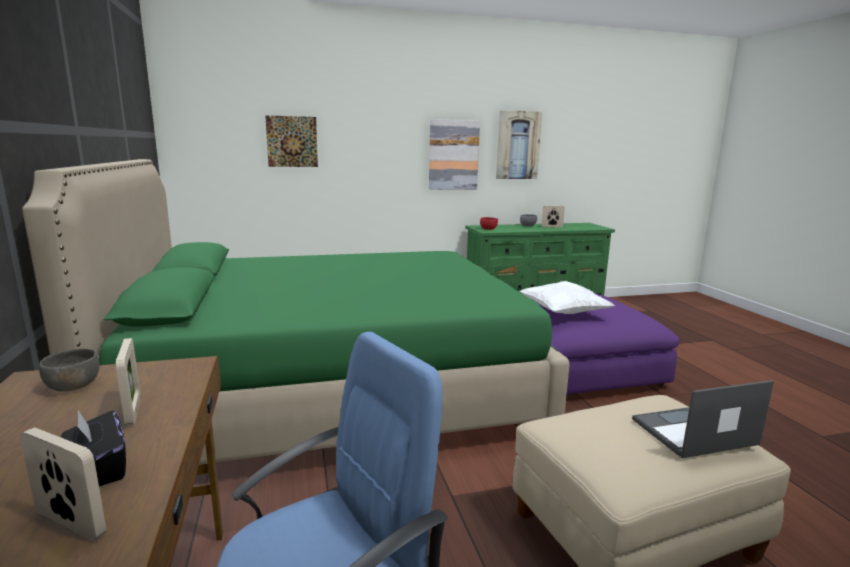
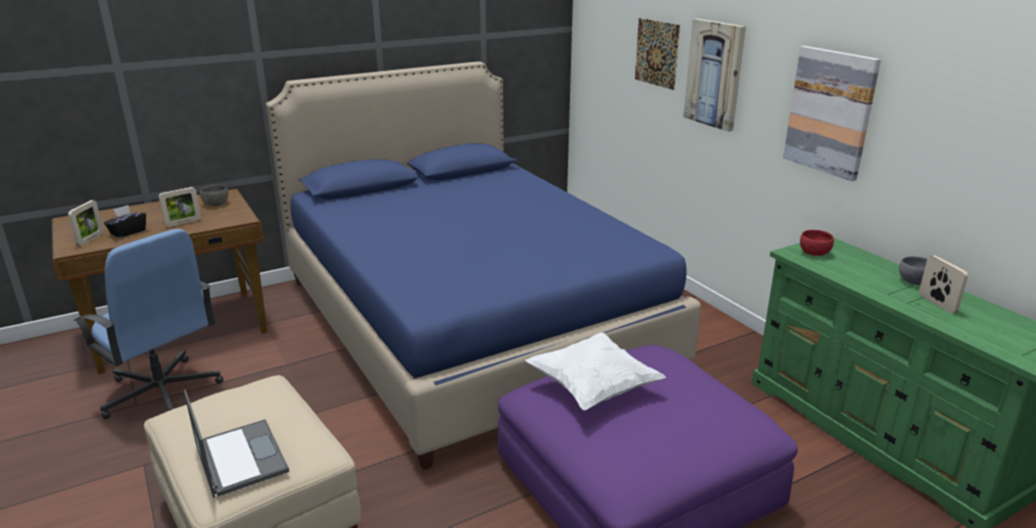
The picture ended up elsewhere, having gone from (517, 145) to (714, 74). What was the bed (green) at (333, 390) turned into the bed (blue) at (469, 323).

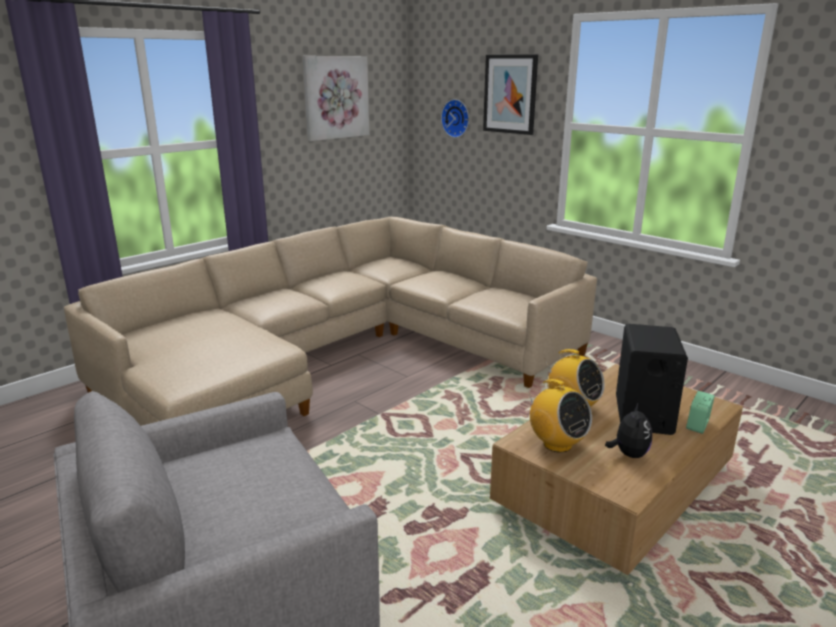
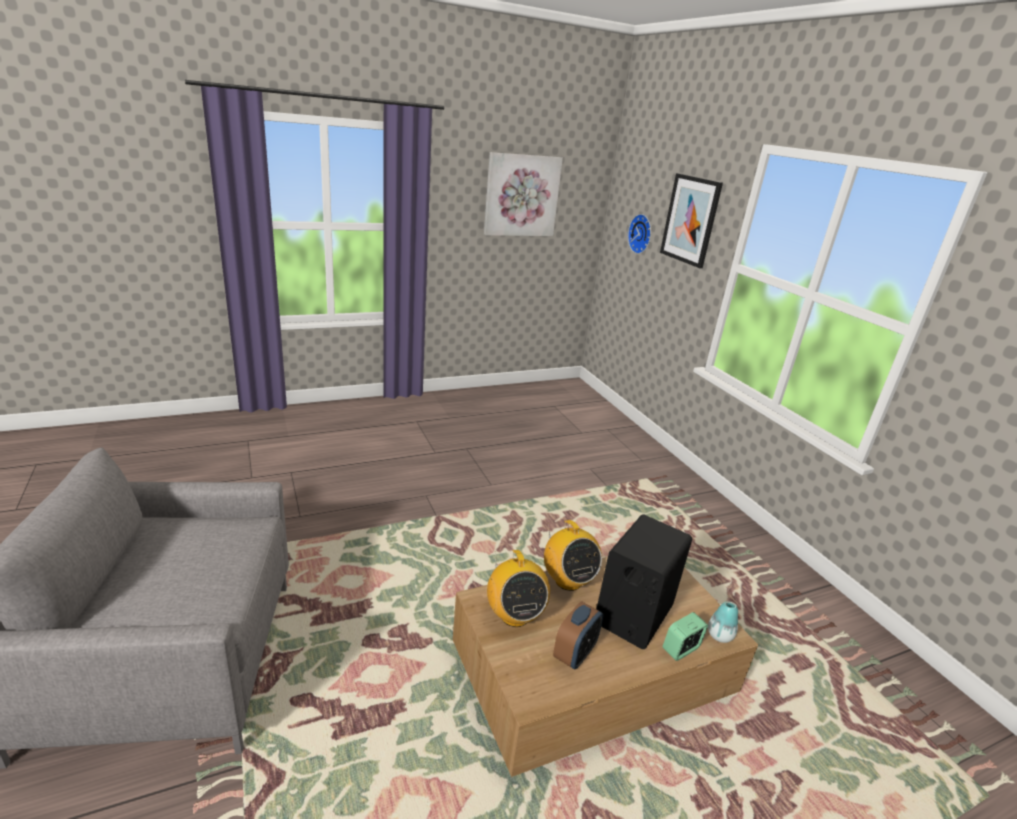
The second view lost the sofa (beige) at (342, 354). Where the plush toy stood at (628, 454), the alarm clock came to stand at (574, 654). The second view gained the vase at (719, 635).

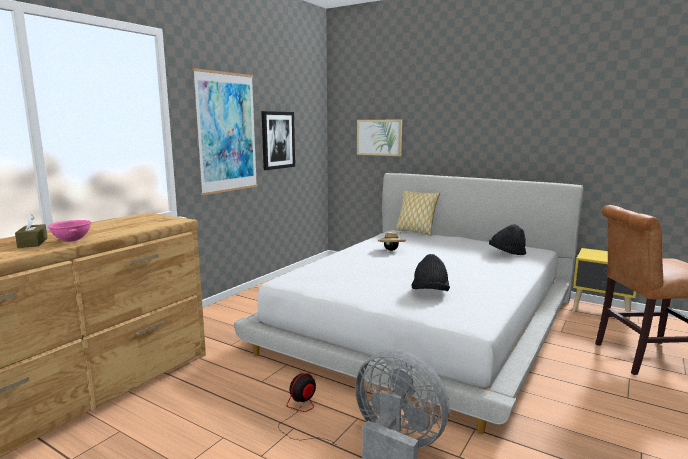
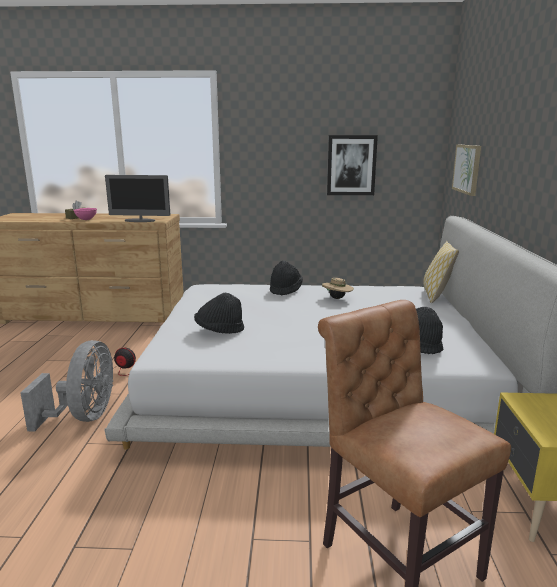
The second view lost the picture at (227, 132). The second view gained the monitor at (140, 221). The second view gained the hat (black) at (285, 290).

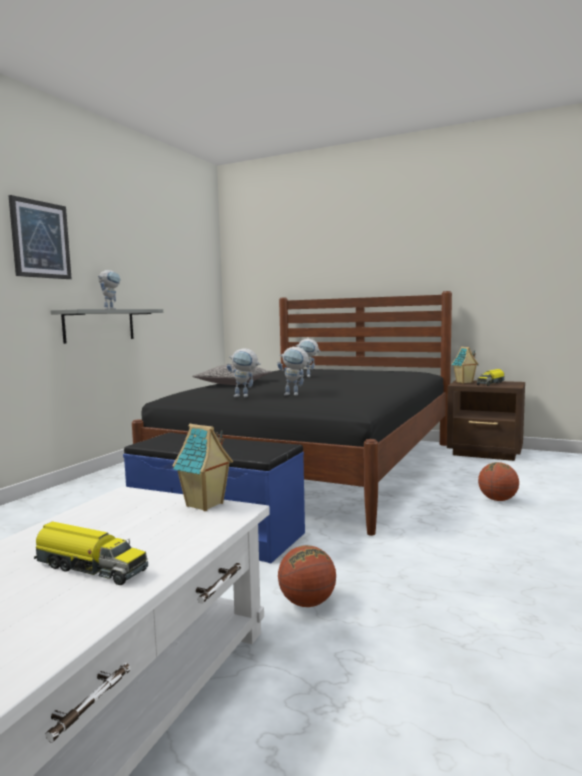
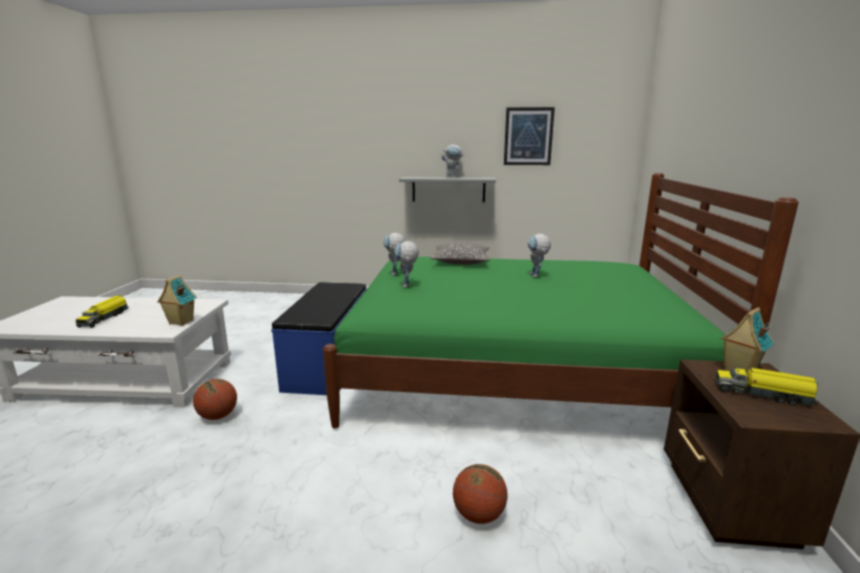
The picture ended up elsewhere, having gone from (40, 240) to (528, 136). What was the bed (black) at (315, 467) turned into the bed (green) at (513, 372).

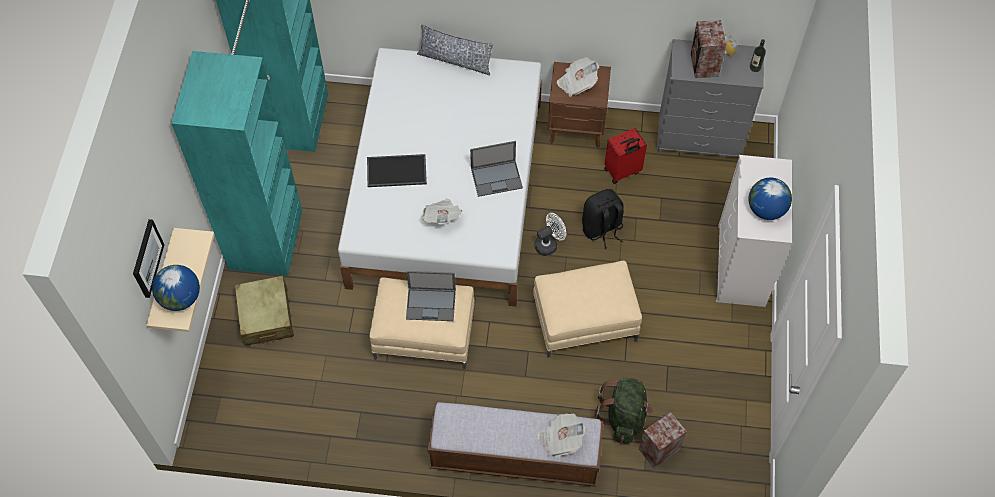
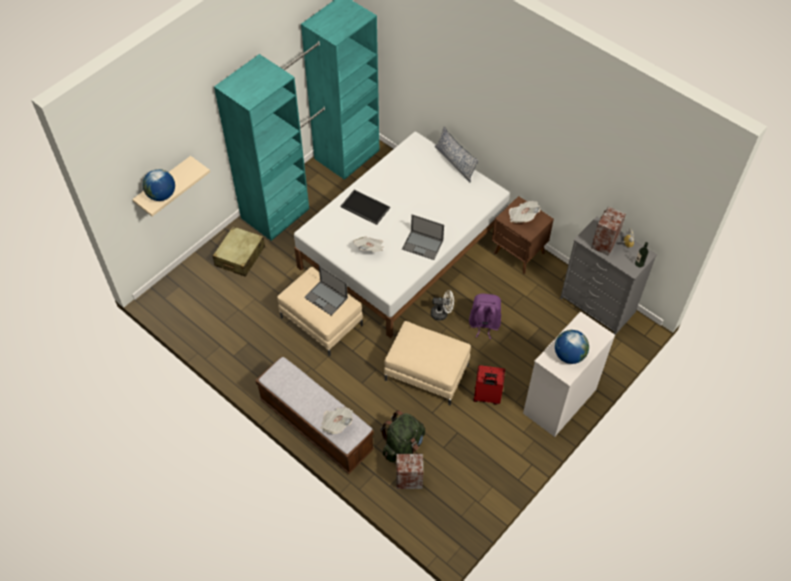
The suitcase (red) ended up elsewhere, having gone from (622, 171) to (486, 397). What was the backpack (black) at (602, 229) turned into the backpack (purple) at (484, 324). The second view lost the picture at (147, 258).

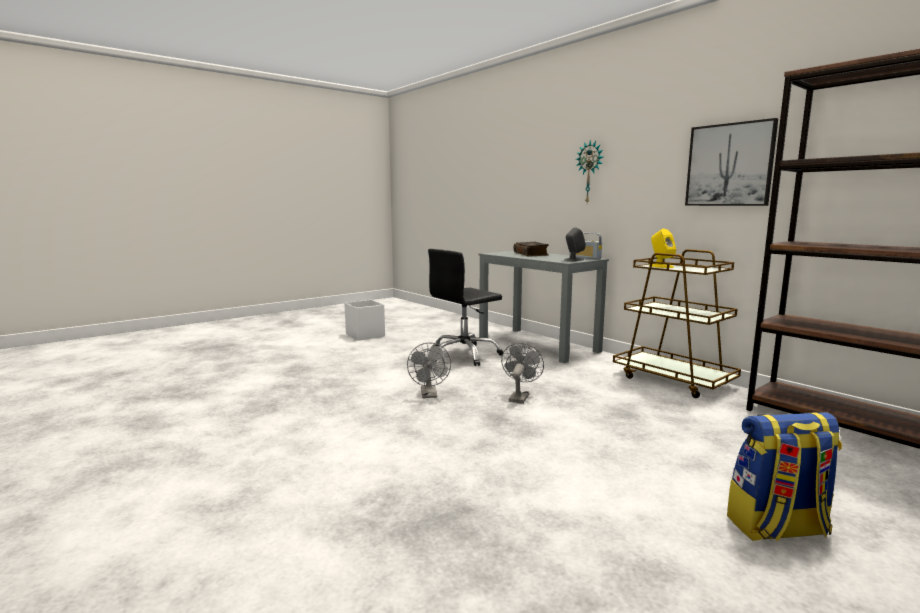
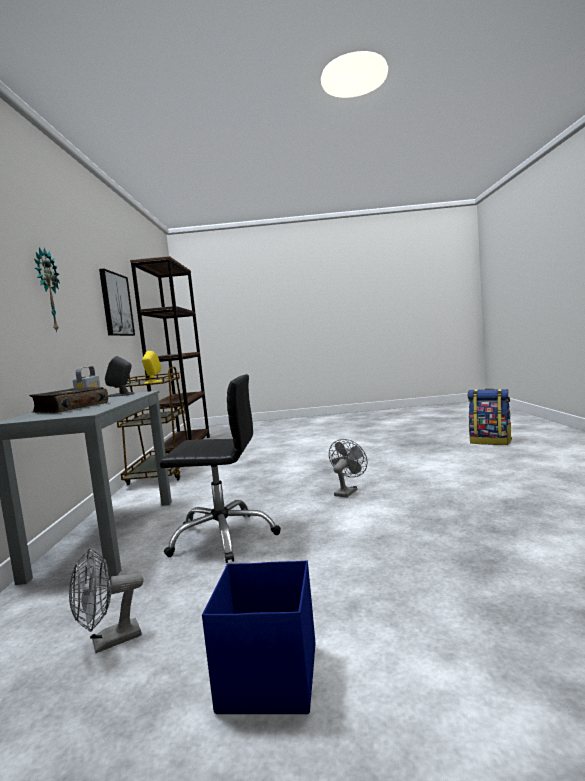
What was the storage box (white) at (365, 335) turned into the storage box (blue) at (268, 679). The fan (grey) ended up elsewhere, having gone from (519, 397) to (108, 642). The backpack ended up elsewhere, having gone from (777, 528) to (491, 442).

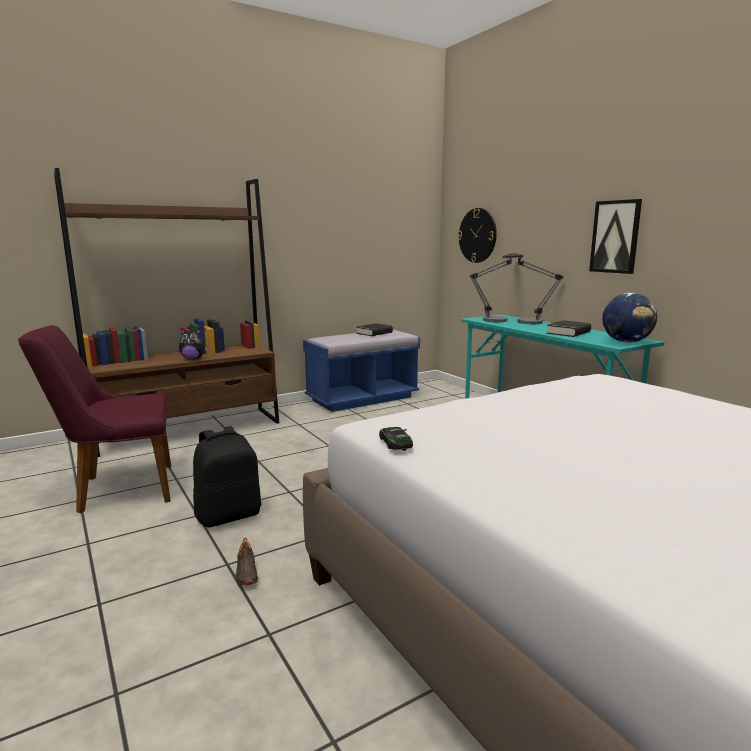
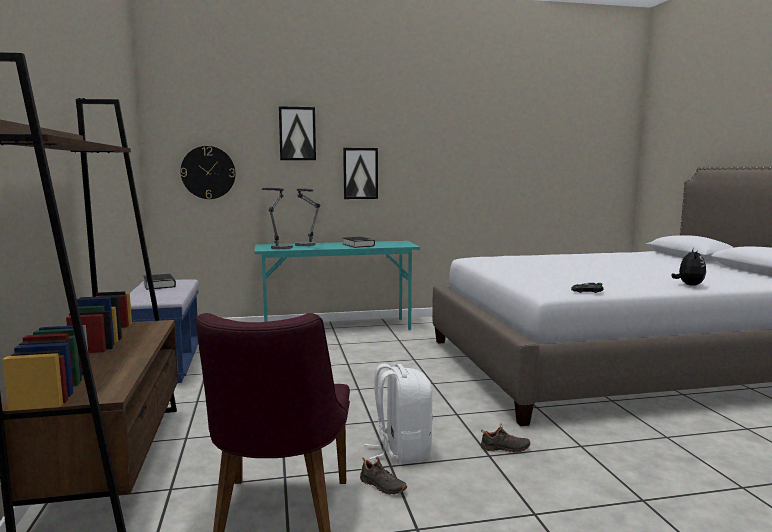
The second view lost the globe at (626, 342). The plush toy ended up elsewhere, having gone from (193, 359) to (689, 285). What was the backpack (black) at (229, 515) turned into the backpack (white) at (402, 451). The second view gained the picture at (297, 133). The second view gained the shoe (black) at (382, 486).

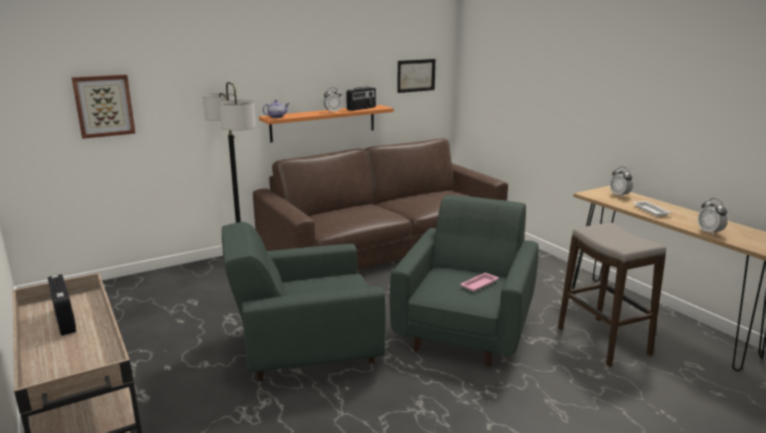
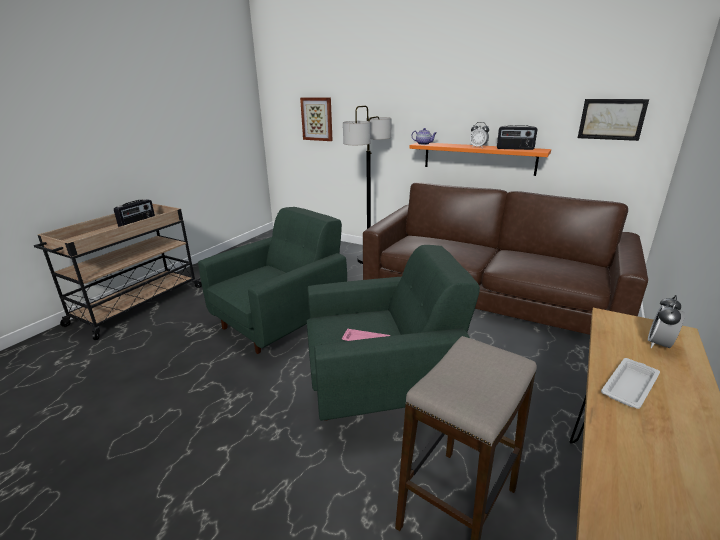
The second view lost the alarm clock at (709, 232). The armchair (green) at (305, 350) ended up facing another way, 90 degrees clockwise from before.

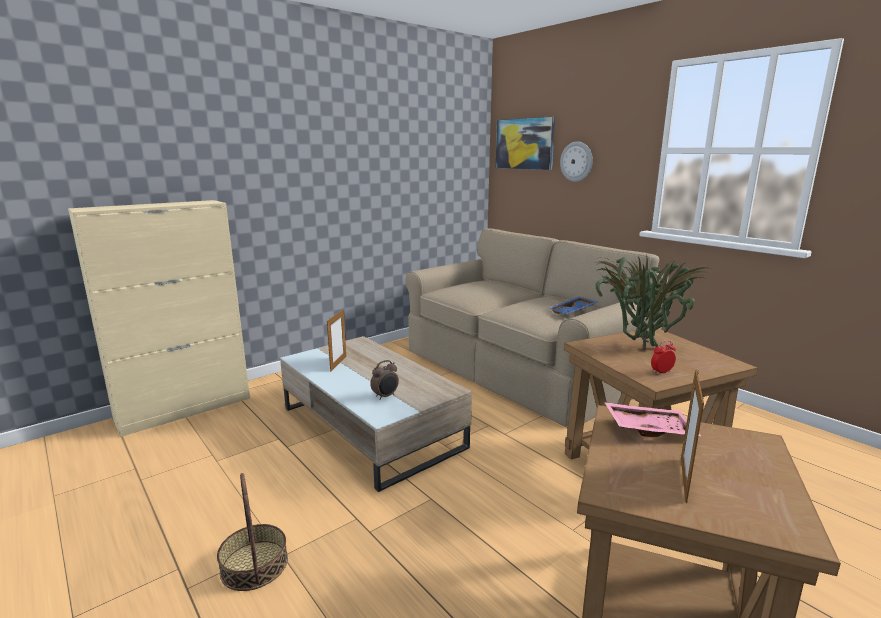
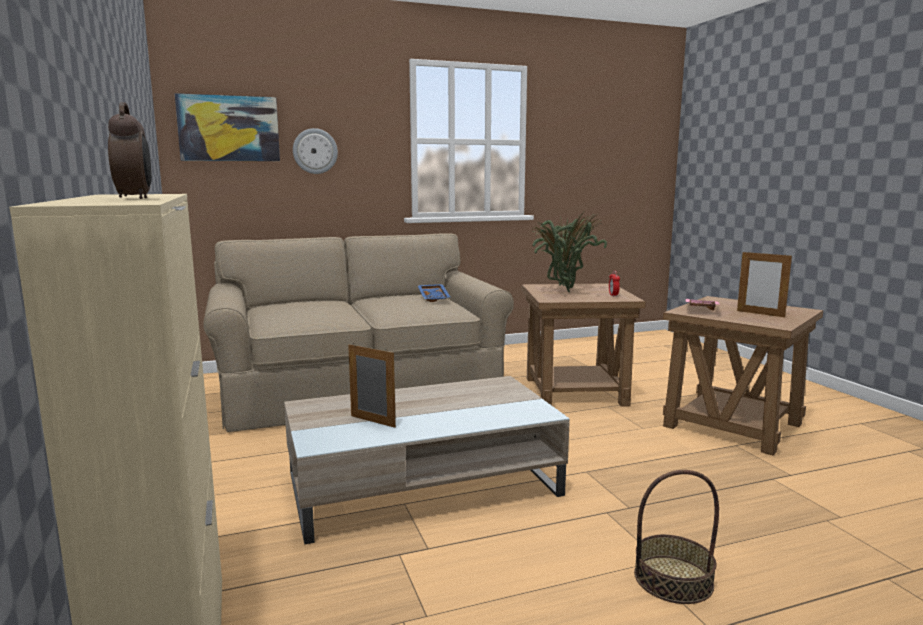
The alarm clock ended up elsewhere, having gone from (385, 396) to (135, 199).

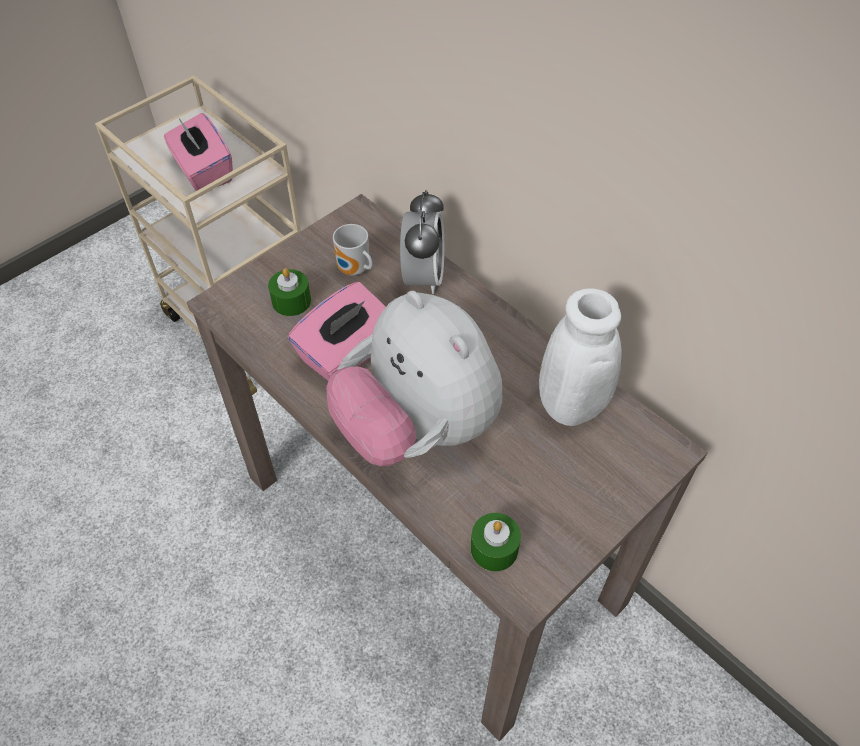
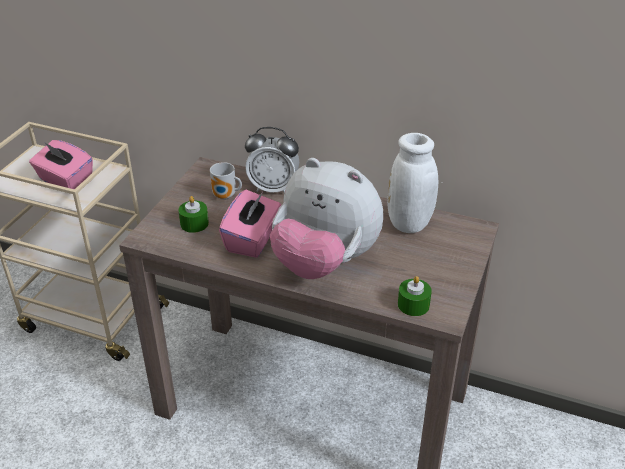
The alarm clock at (423, 277) ended up facing another way, 120 degrees clockwise from before.

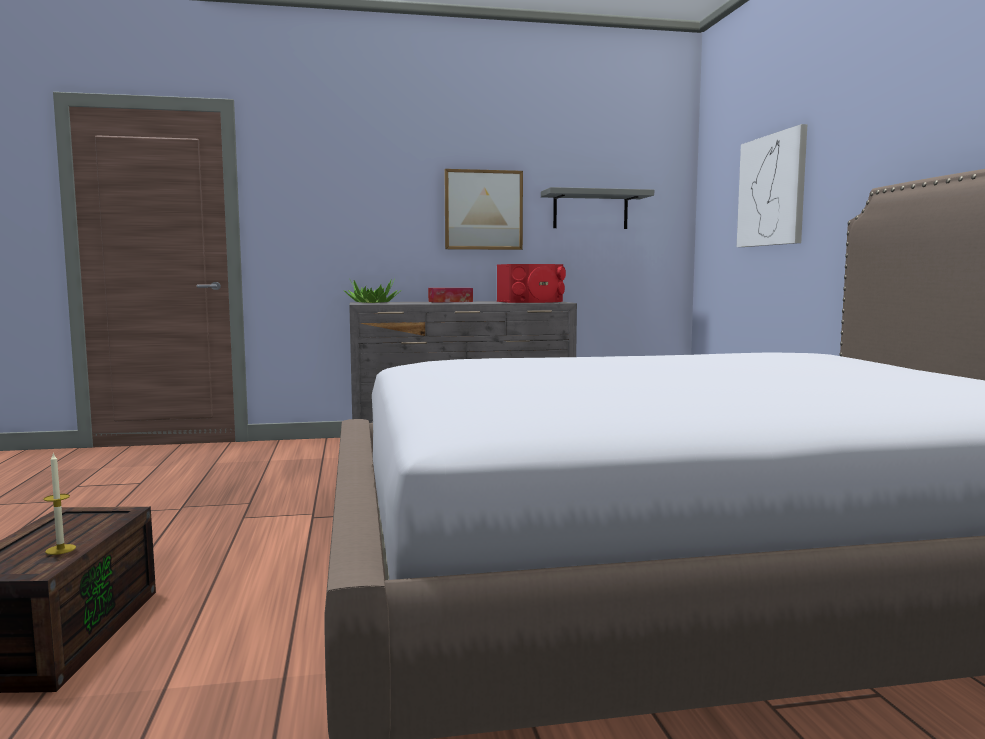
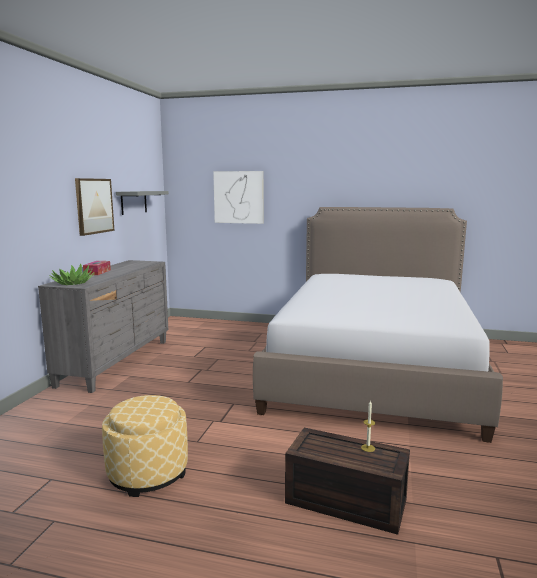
The second view lost the speaker (red) at (532, 302). The second view gained the ottoman at (148, 473).

